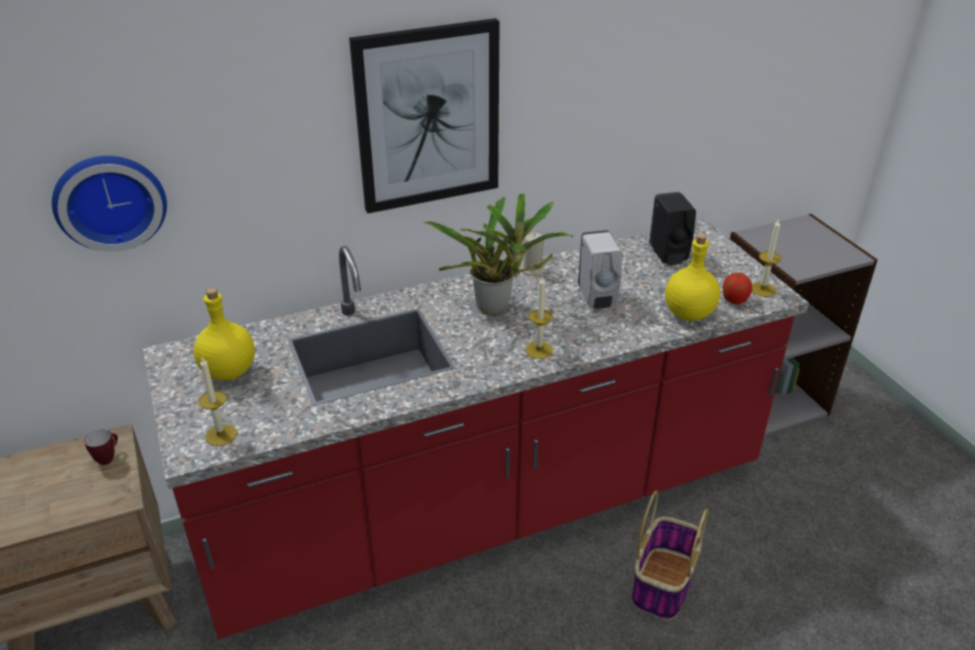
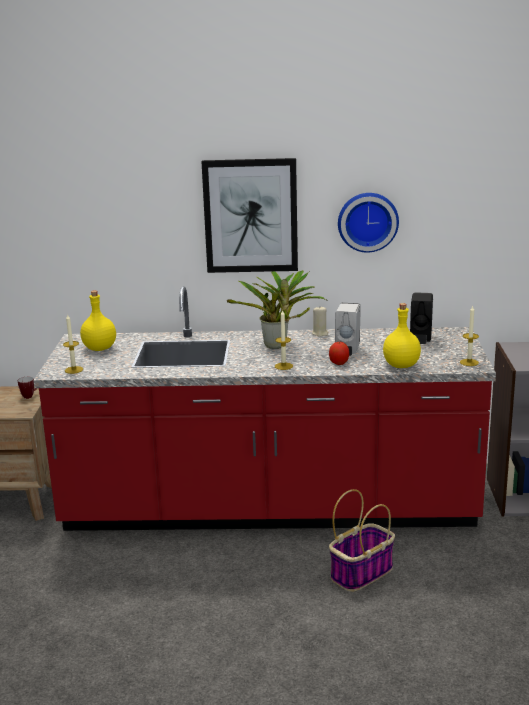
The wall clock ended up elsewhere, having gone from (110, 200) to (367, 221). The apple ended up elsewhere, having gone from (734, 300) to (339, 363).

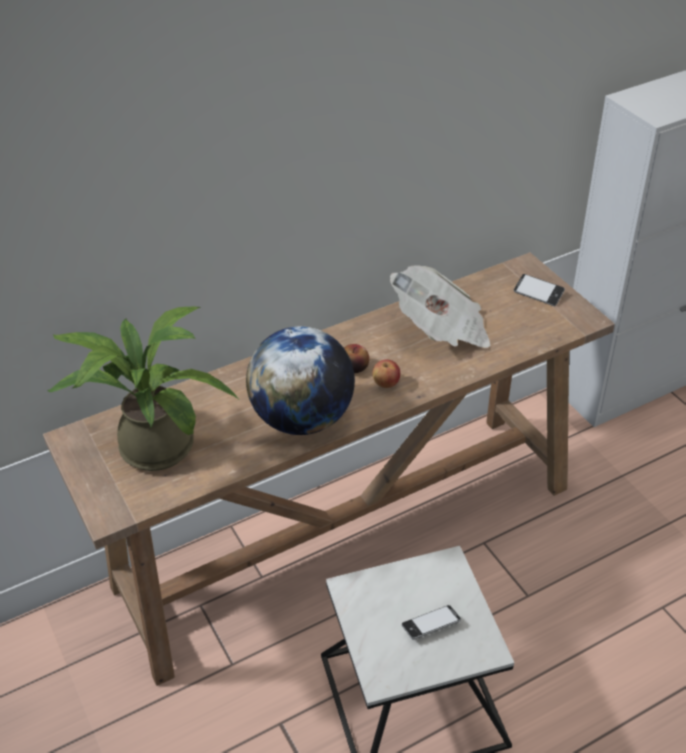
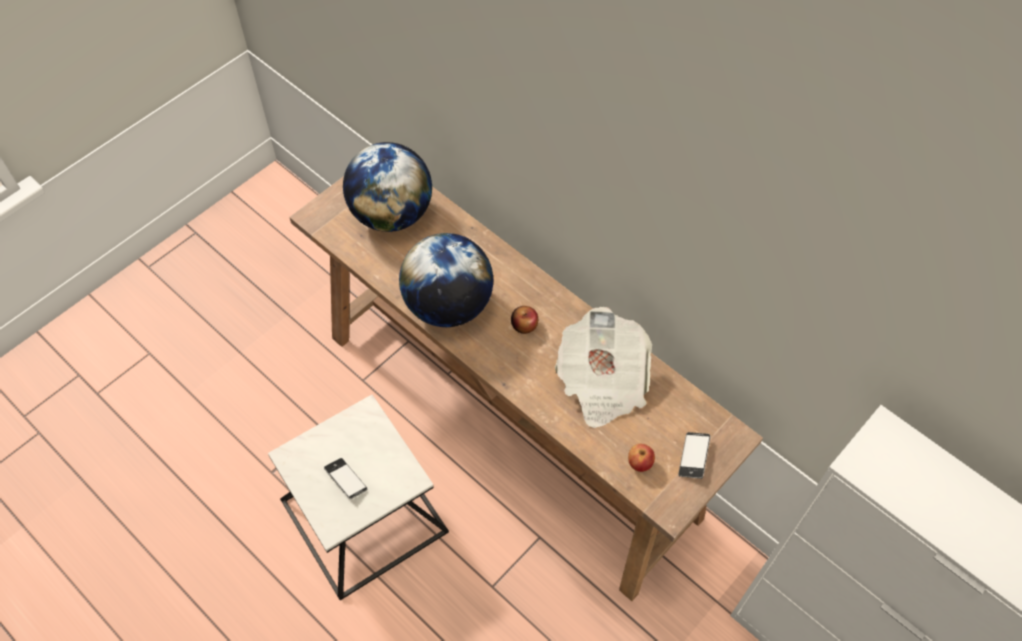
Where the potted plant stood at (150, 442), the globe came to stand at (391, 214). The apple ended up elsewhere, having gone from (386, 383) to (639, 463).

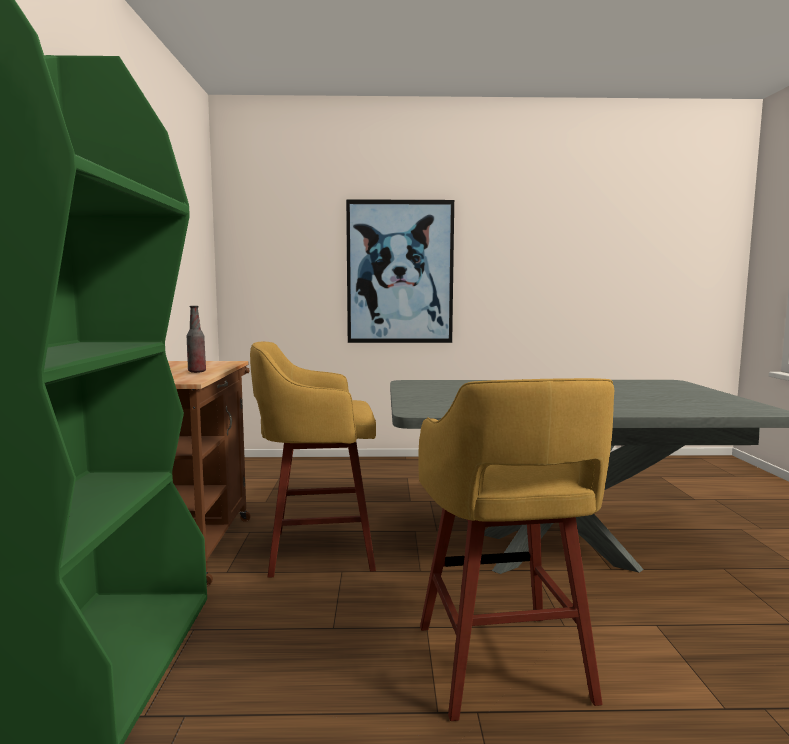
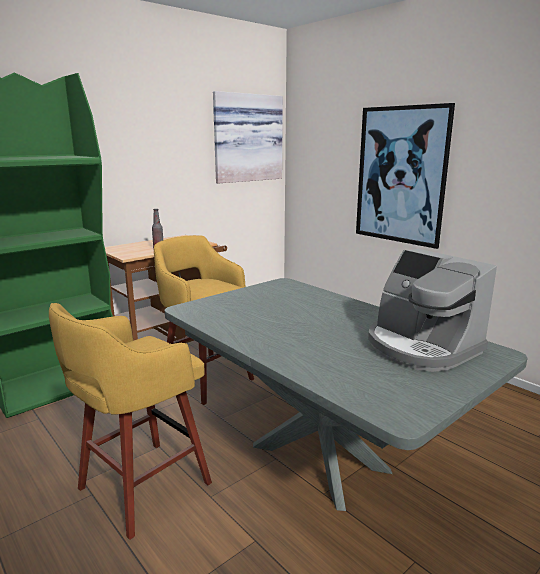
The second view gained the picture at (247, 138). The second view gained the coffee machine at (421, 347).

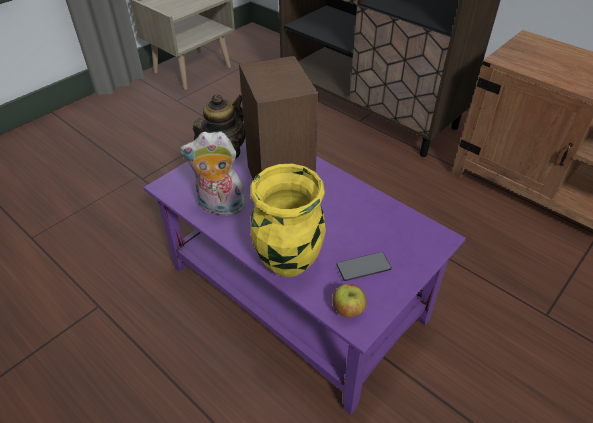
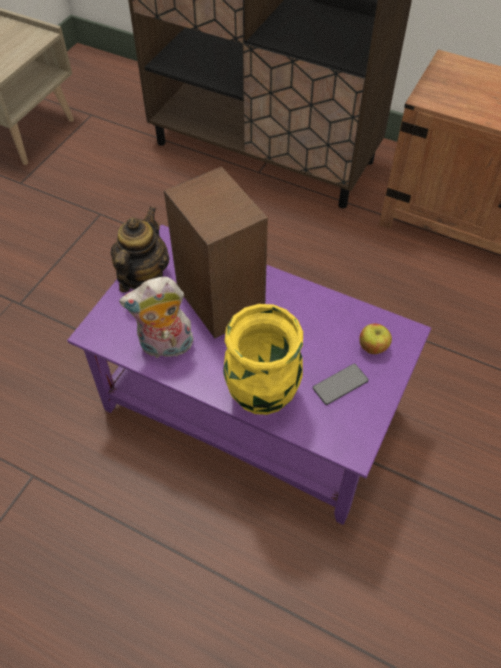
The apple ended up elsewhere, having gone from (348, 309) to (372, 347).

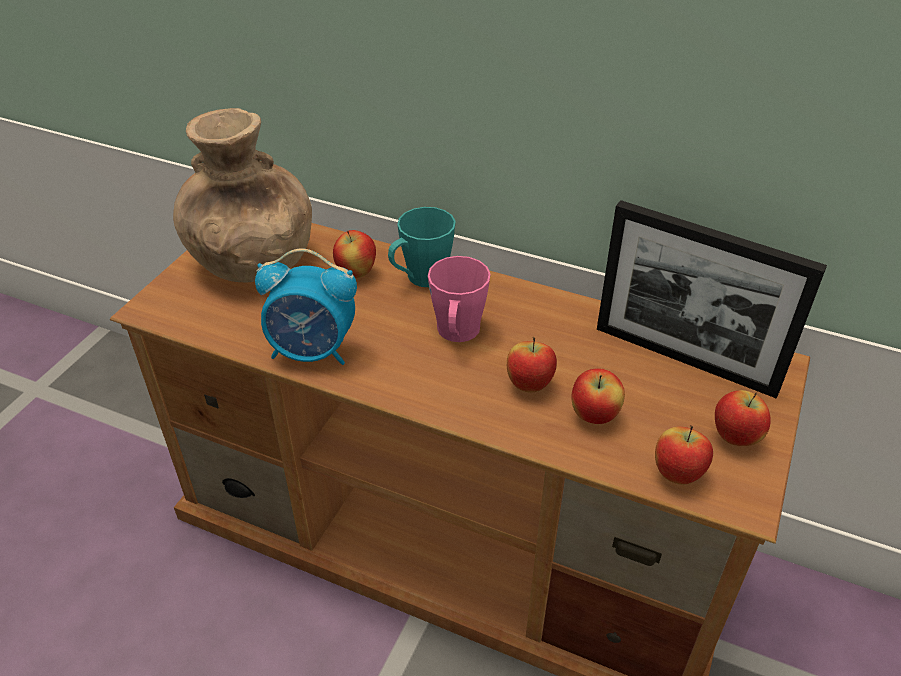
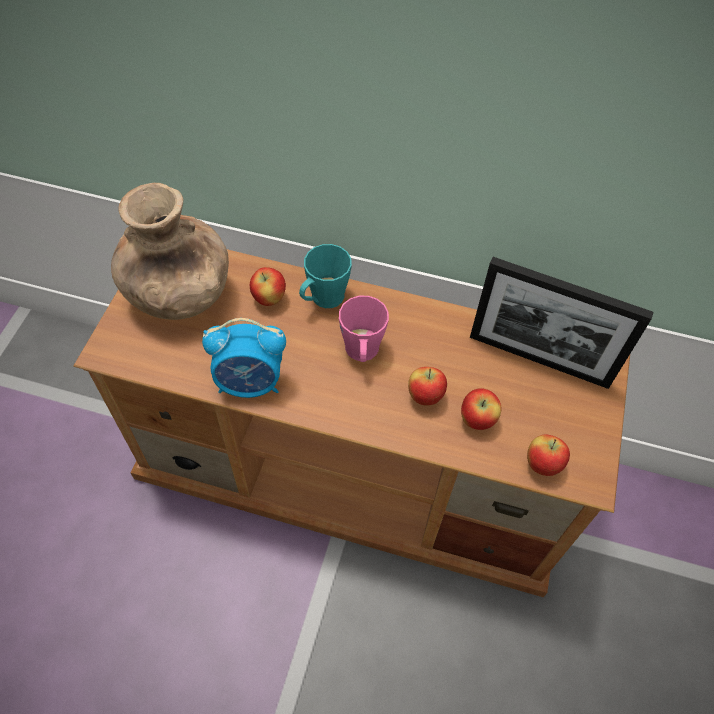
The second view lost the apple at (734, 437).

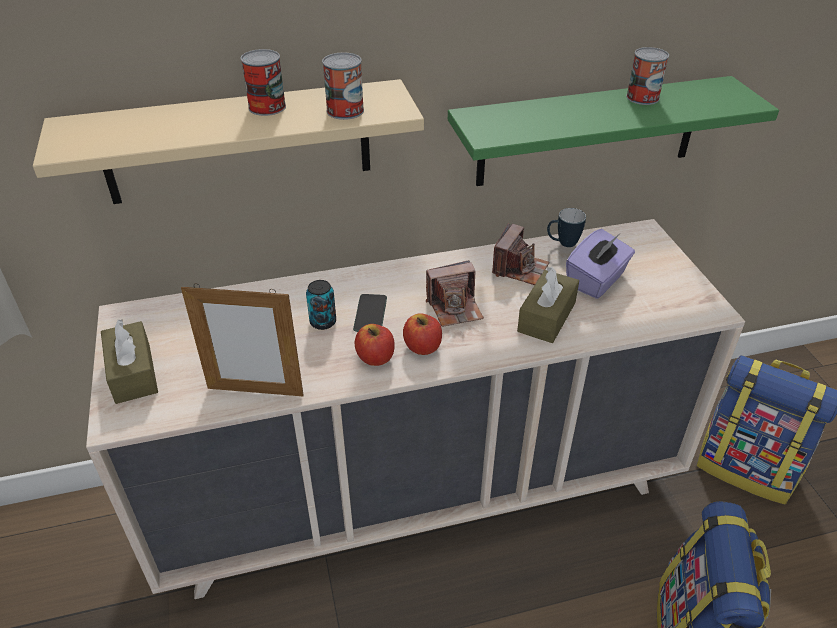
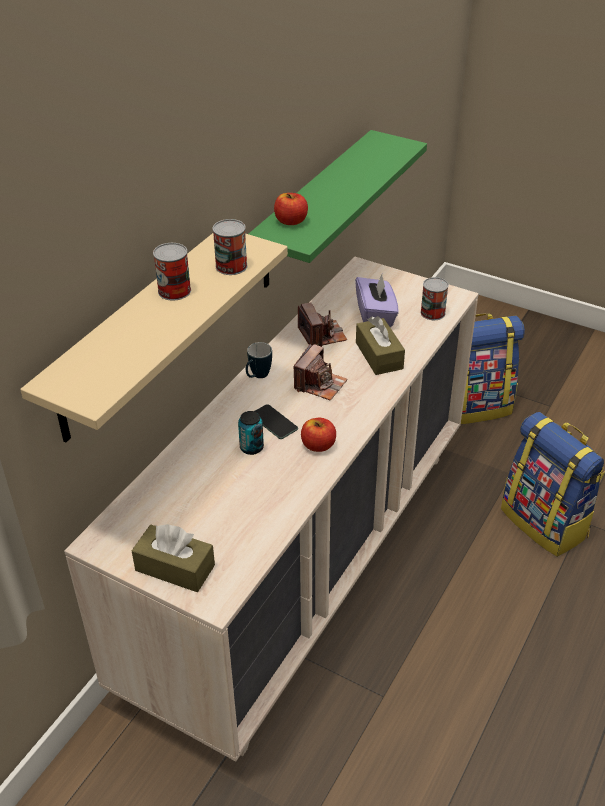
The can ended up elsewhere, having gone from (642, 97) to (432, 313). The mug ended up elsewhere, having gone from (562, 243) to (257, 377). The second view lost the picture frame at (255, 391). The apple ended up elsewhere, having gone from (422, 347) to (291, 221).

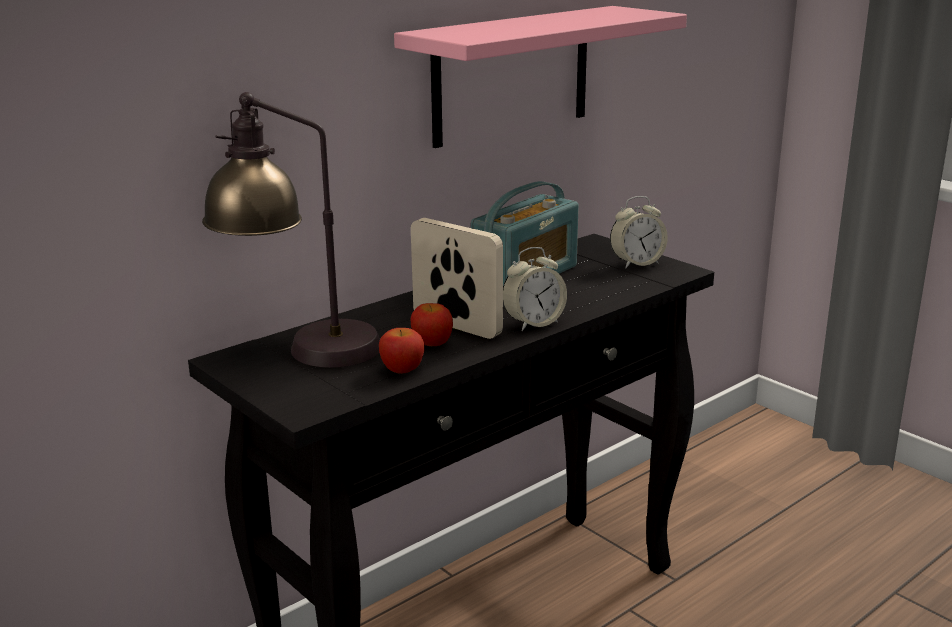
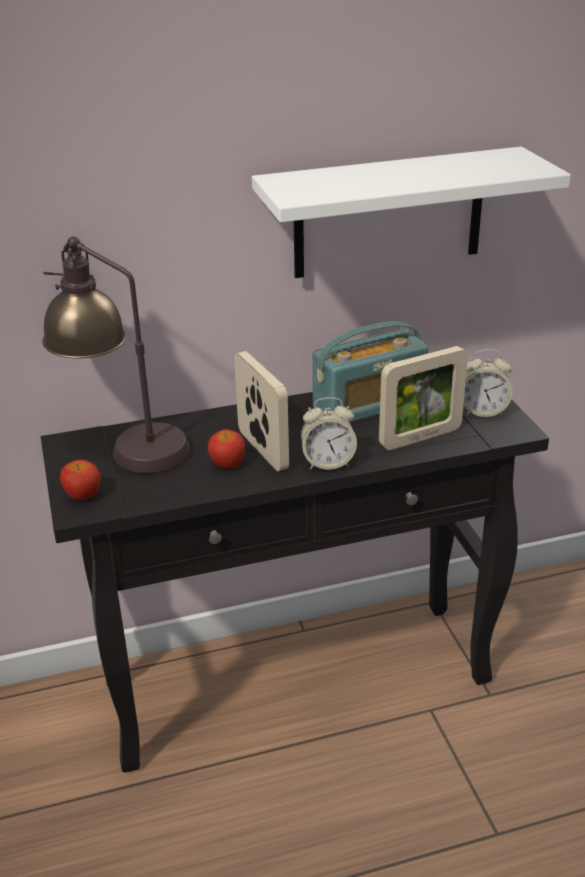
What was the shelf (pink) at (512, 75) turned into the shelf (white) at (389, 213). The apple ended up elsewhere, having gone from (402, 370) to (83, 495). The second view gained the picture frame at (420, 437).

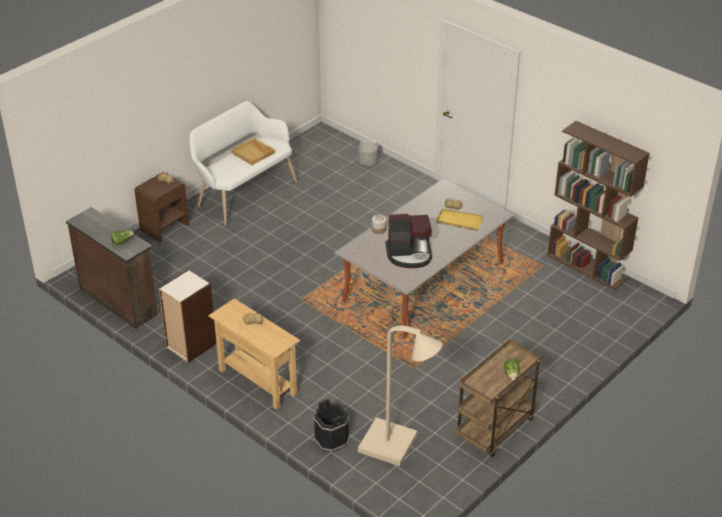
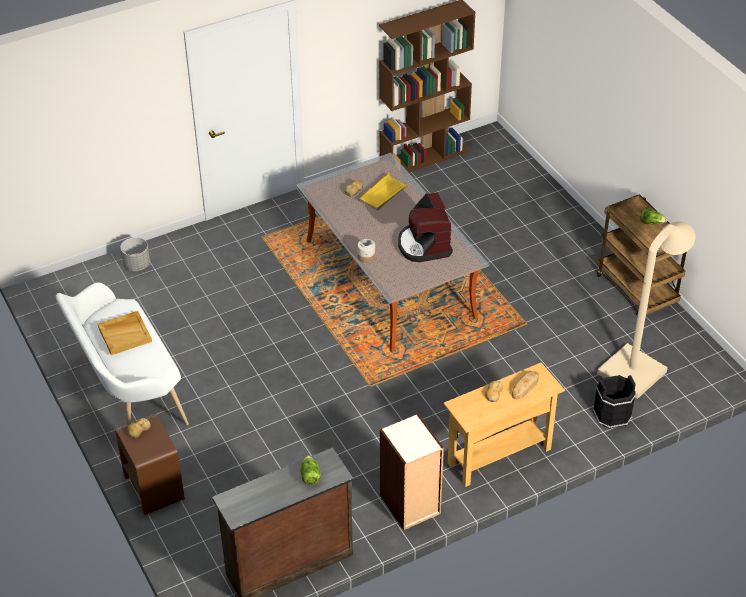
The coffee machine at (409, 255) ended up facing another way, 150 degrees clockwise from before. The second view gained the bread at (525, 387).

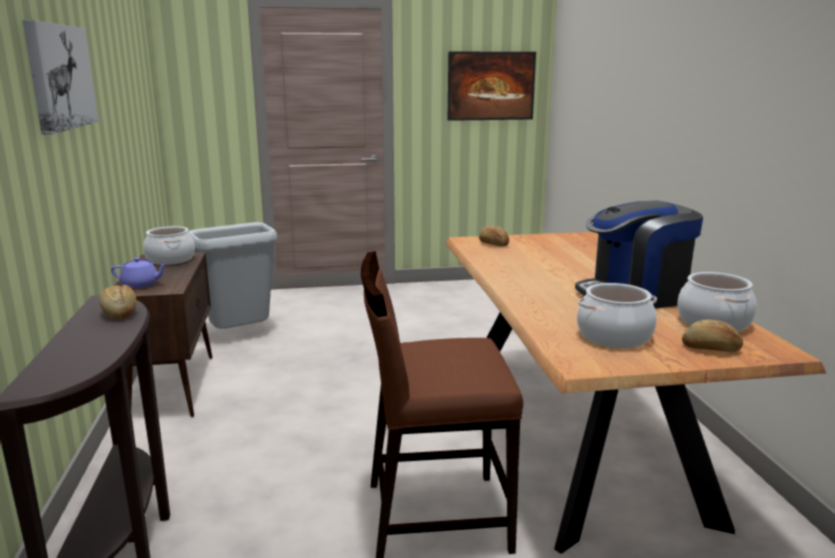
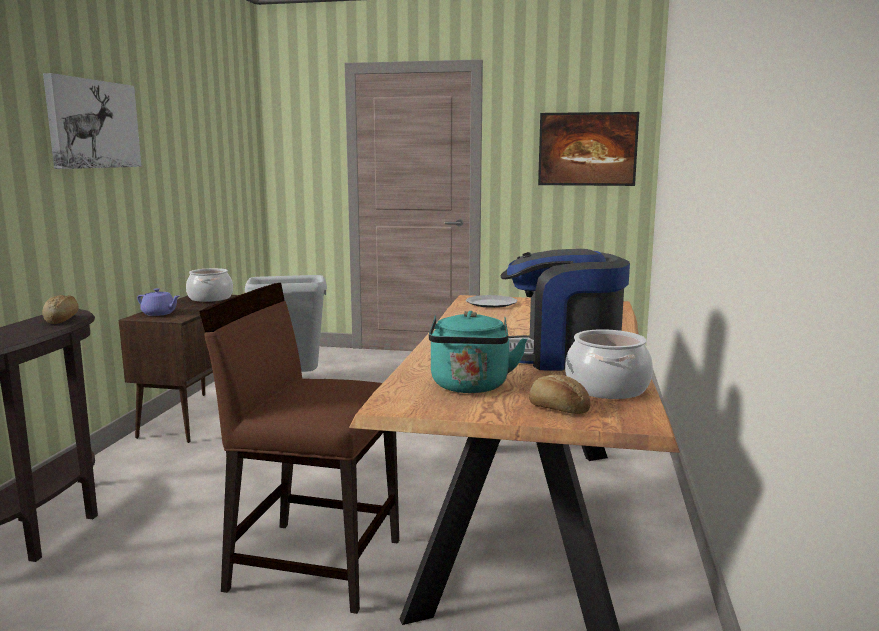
Where the bread stood at (493, 244), the plate came to stand at (492, 303). Where the cooking pot stood at (614, 337), the kettle (turquoise) came to stand at (470, 387).

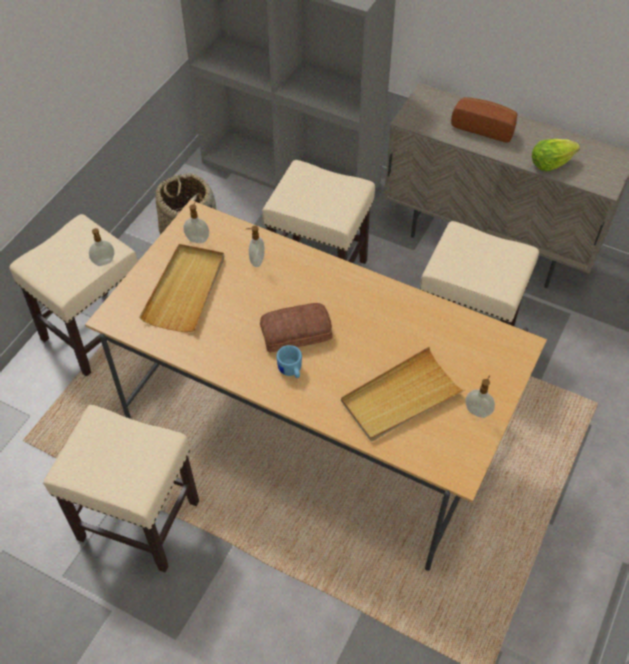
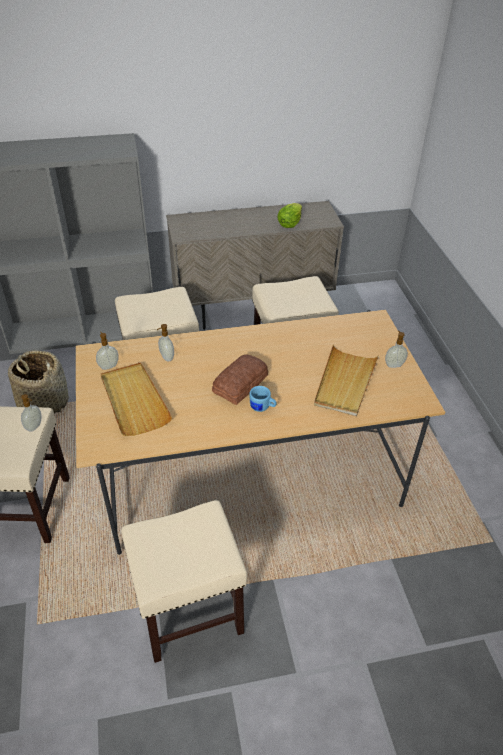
The second view lost the bread at (484, 127).

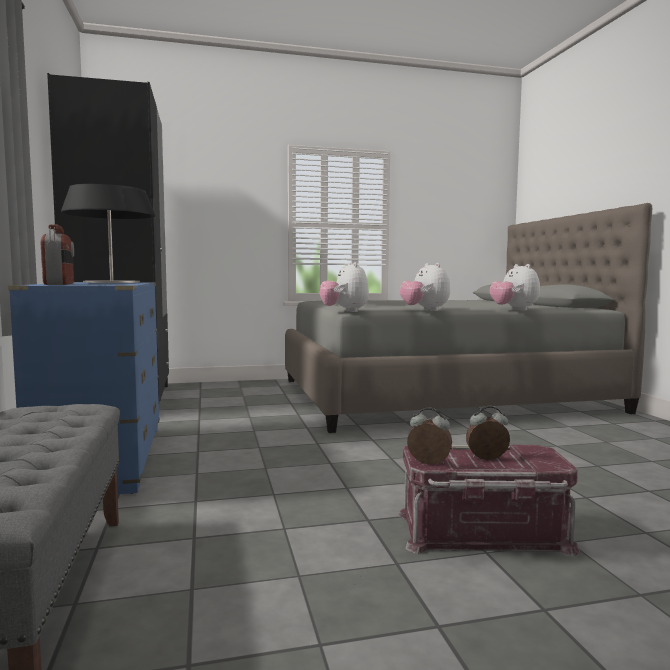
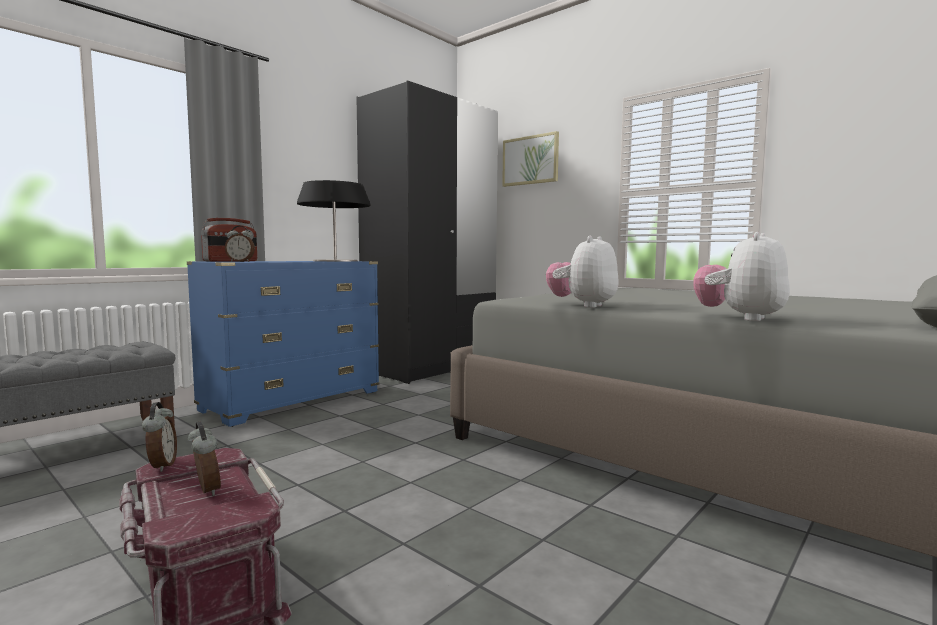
The second view lost the plush toy at (345, 311). The second view gained the picture at (530, 160). The second view gained the alarm clock at (240, 261).

